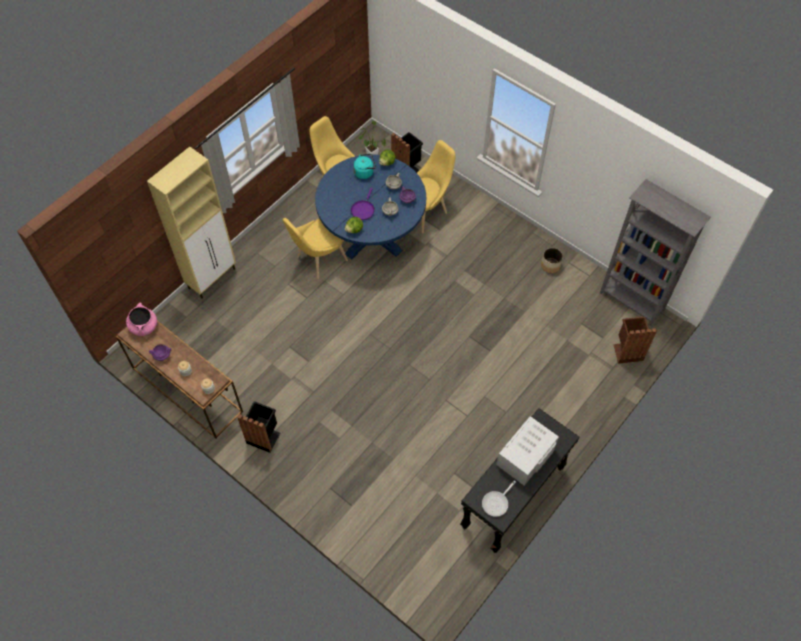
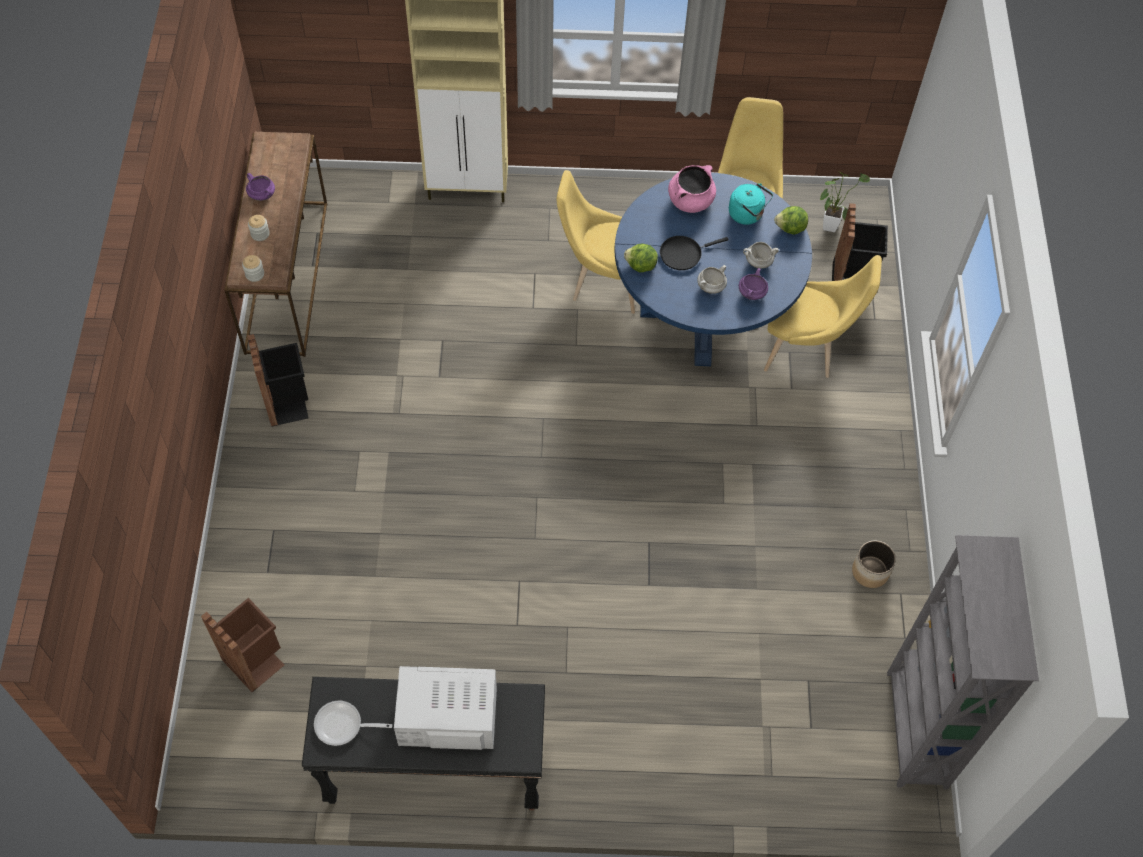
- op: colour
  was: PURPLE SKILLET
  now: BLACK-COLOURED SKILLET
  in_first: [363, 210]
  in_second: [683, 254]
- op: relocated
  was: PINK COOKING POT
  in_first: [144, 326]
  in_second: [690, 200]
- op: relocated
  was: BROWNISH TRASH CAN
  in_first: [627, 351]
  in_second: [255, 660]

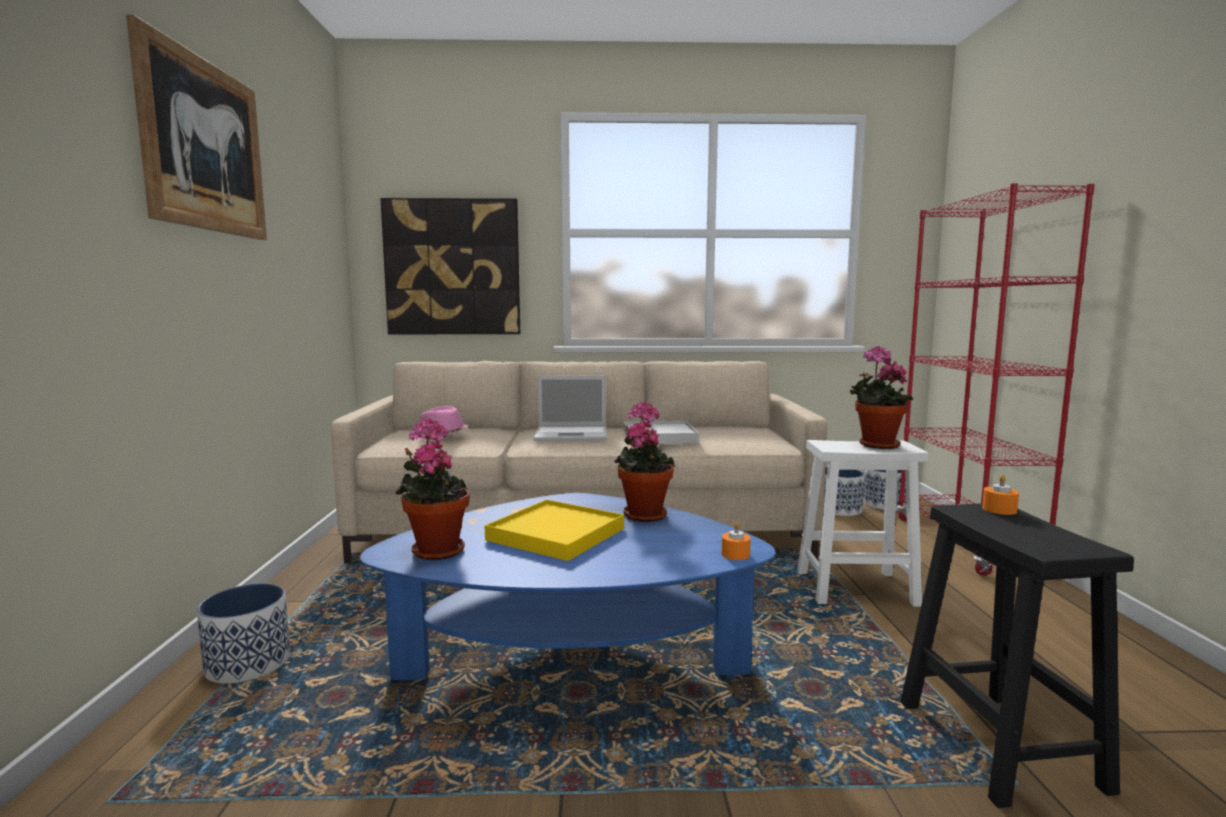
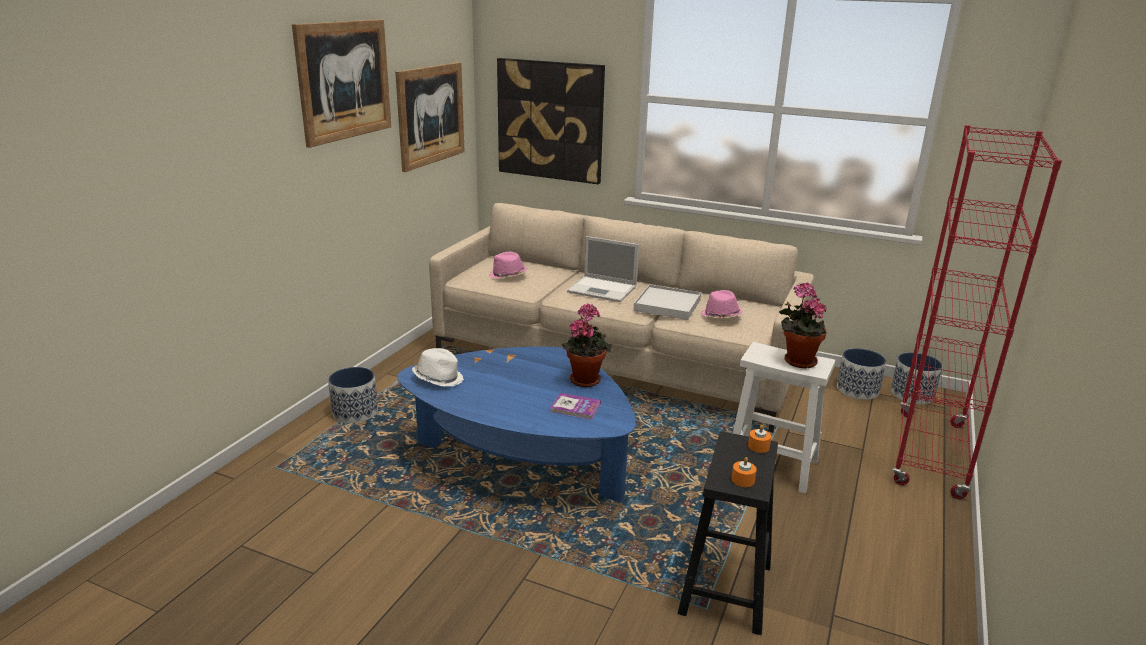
- op: exchanged
  was: PLANT IN A POT
  now: WHITISH HAT
  in_first: [435, 550]
  in_second: [438, 378]
- op: missing
  was: YELLOWISH CARRYING TRAY
  in_first: [556, 534]
- op: relocated
  was: ORANGE CANDLE
  in_first: [735, 554]
  in_second: [743, 480]
- op: appeared
  now: PICTURE
  in_second: [431, 115]
- op: appeared
  now: PINK HAT
  in_second: [720, 316]
- op: appeared
  now: VOLUME
  in_second: [575, 407]

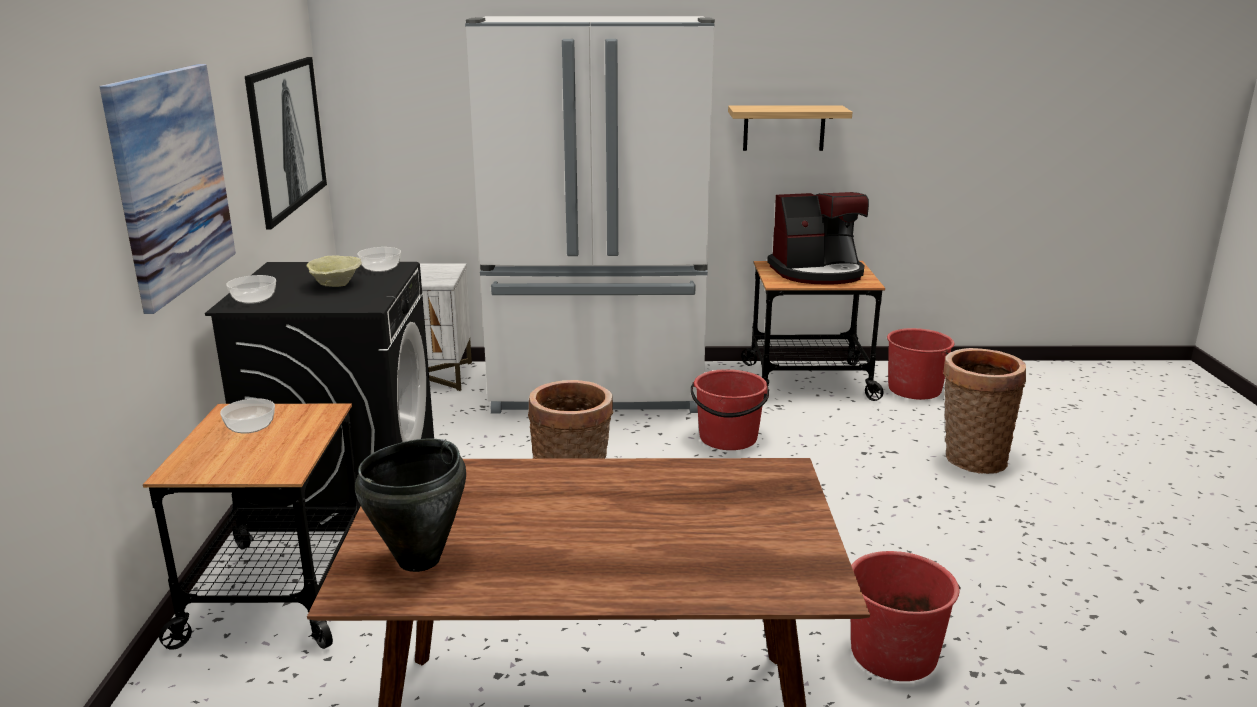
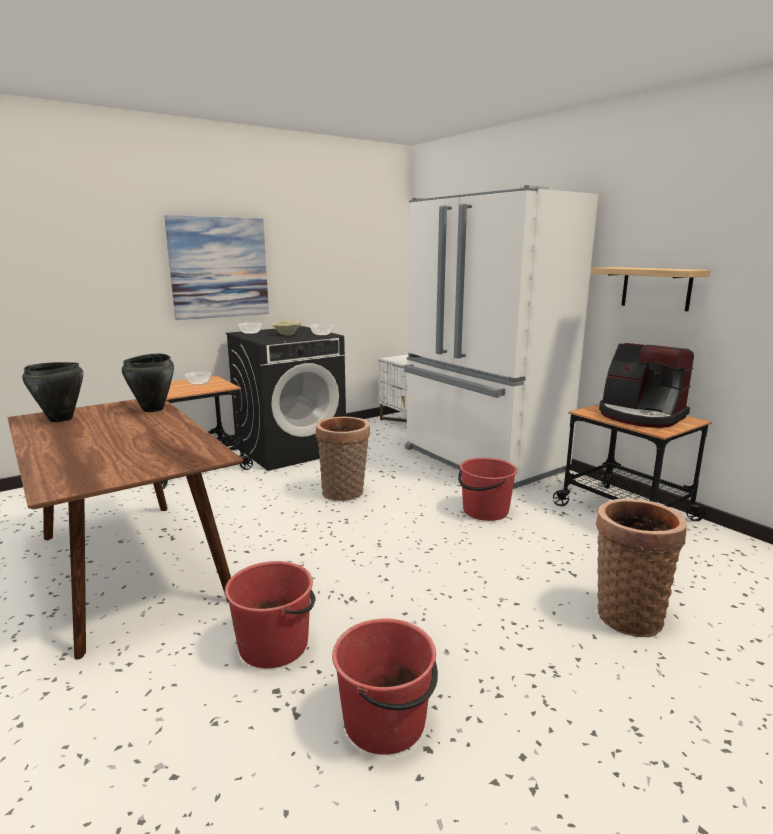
- op: missing
  was: PICTURE
  in_first: [285, 137]
- op: relocated
  was: REDDISH PAIL
  in_first: [915, 389]
  in_second: [386, 722]
- op: appeared
  now: BLACK-COLOURED COOKING POT
  in_second: [153, 409]

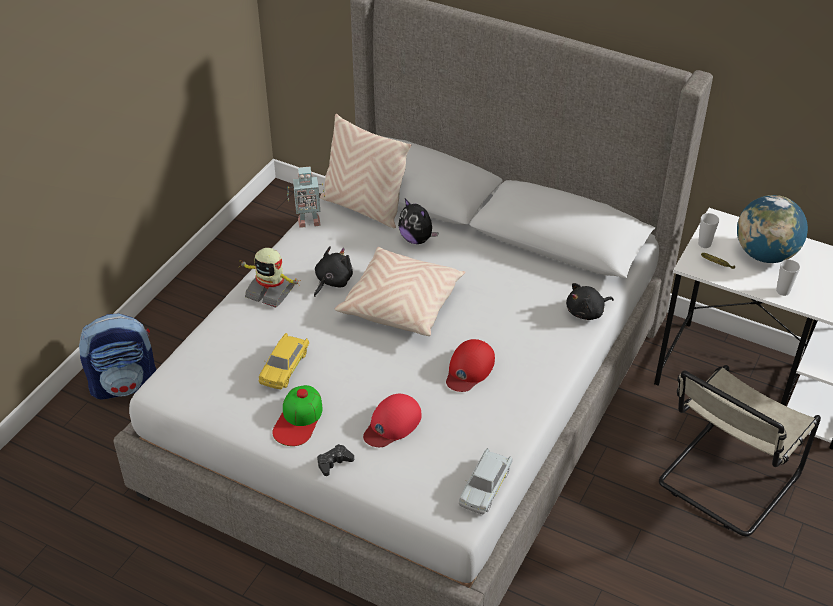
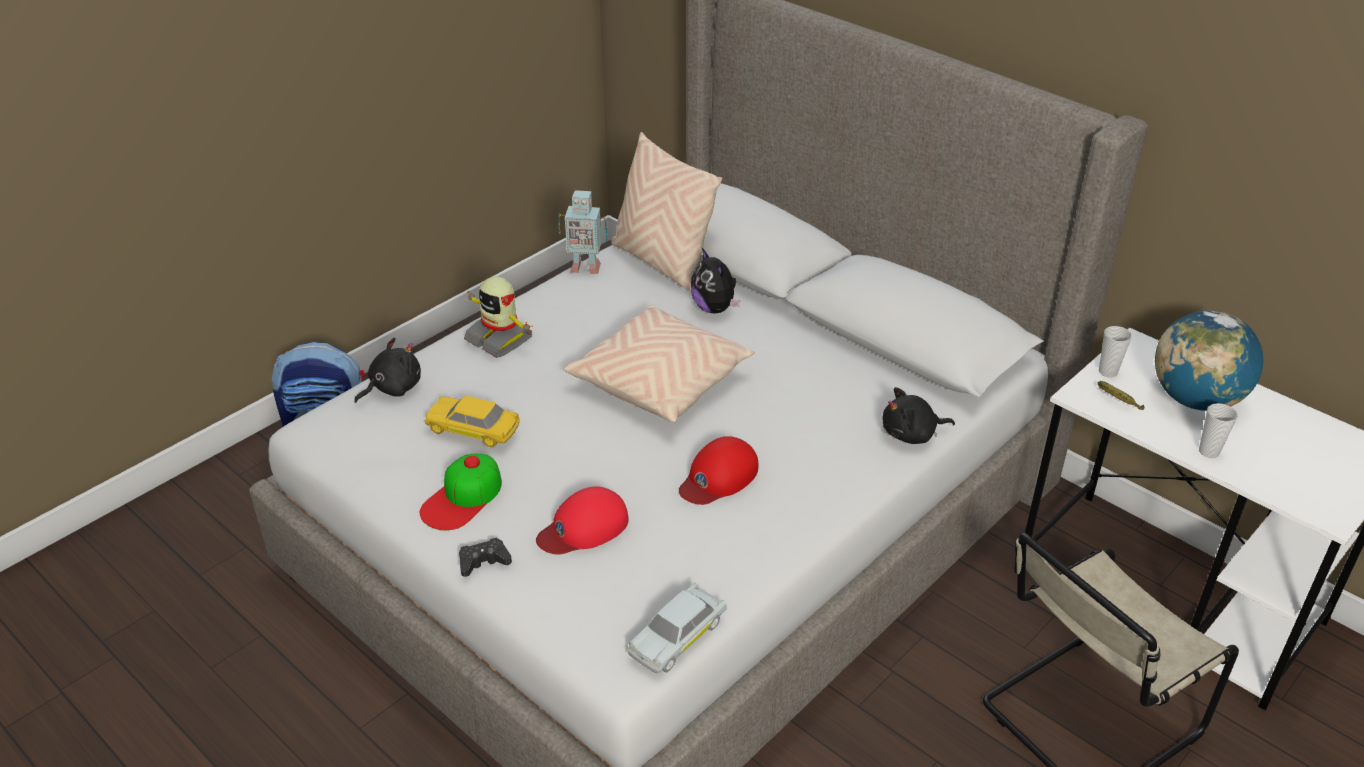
- op: relocated
  was: BLACK-COLOURED CUDDLY TOY
  in_first: [332, 281]
  in_second: [392, 388]
- op: spun
  was: YELLOWISH MODEL CAR
  in_first: [284, 367]
  in_second: [473, 429]
  clockwise: 75

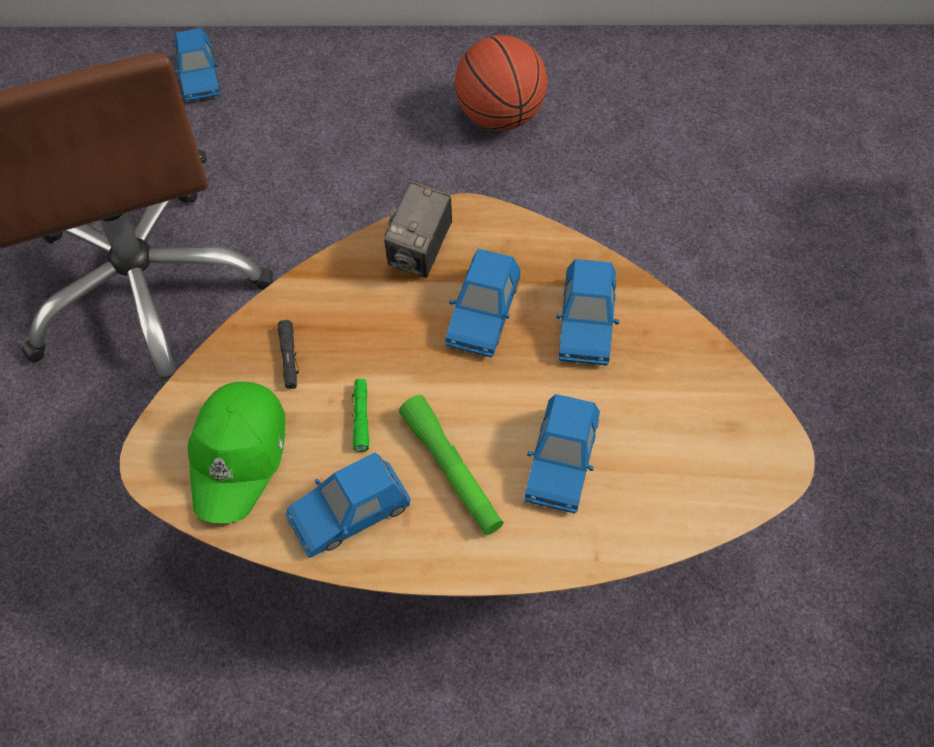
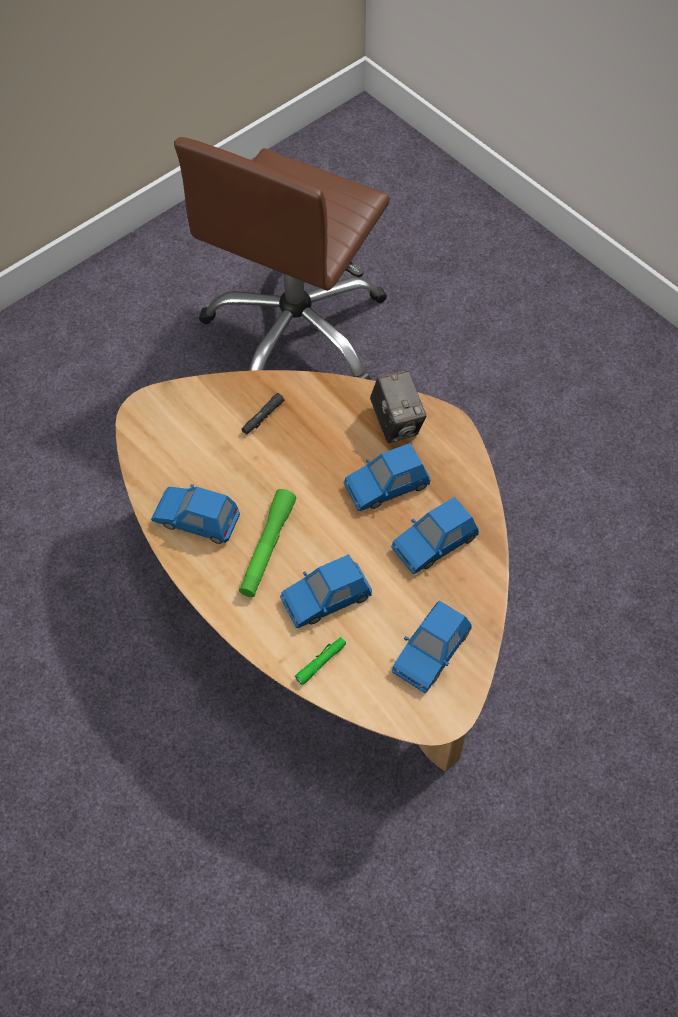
- op: relocated
  was: BLUE MODEL CAR
  in_first: [199, 76]
  in_second: [431, 651]
- op: missing
  was: BASKETBALL BALL
  in_first: [499, 116]
- op: spun
  was: PHOTO CAMERA
  in_first: [420, 252]
  in_second: [396, 423]
  clockwise: -90
- op: relocated
  was: GREENISH TORCH
  in_first: [360, 418]
  in_second: [321, 662]
- op: missing
  was: GREENISH PEAKED CAP
  in_first: [239, 455]

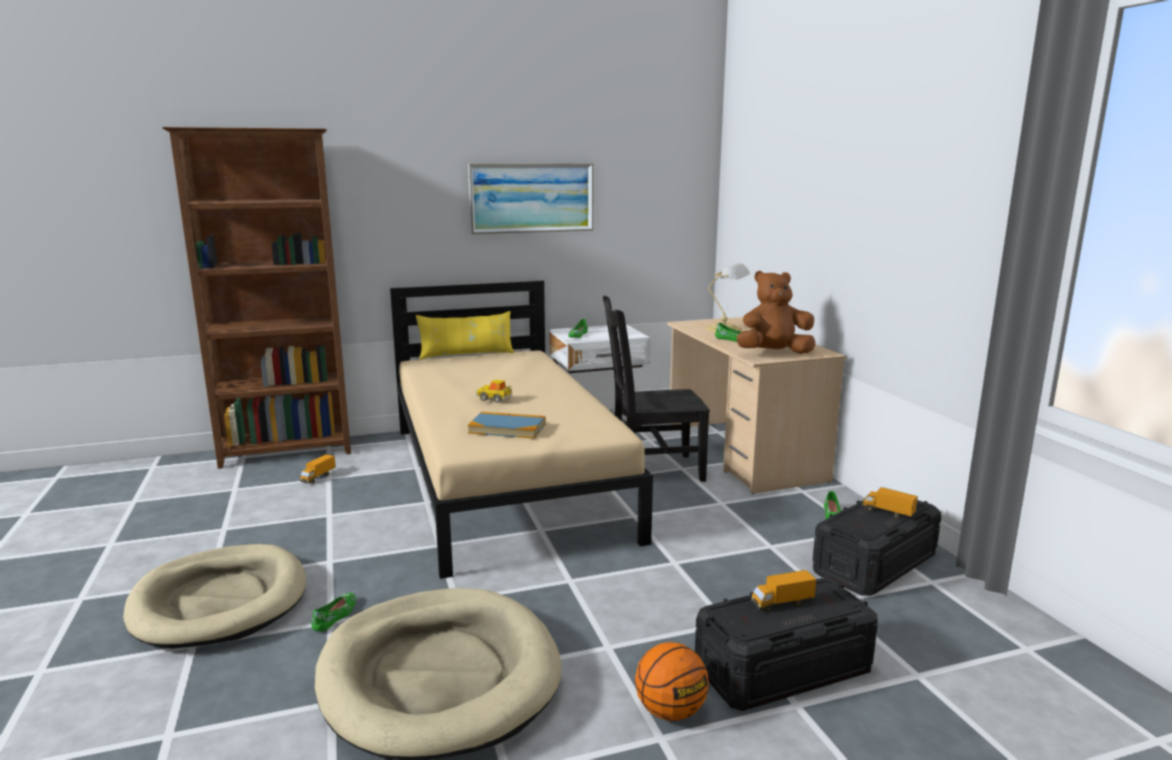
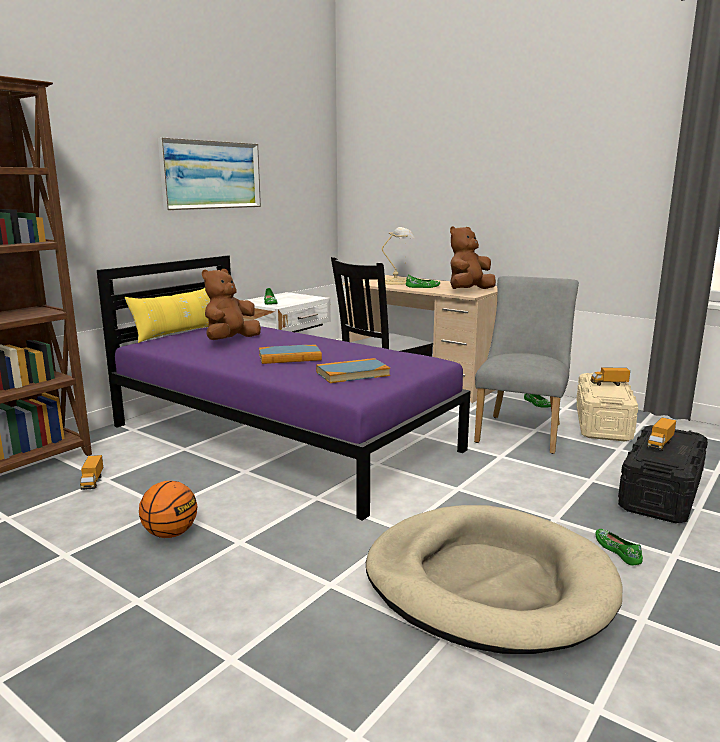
- op: colour
  was: SAND-COLOURED SLEEPING BED
  now: PURPLE SLEEPING BED
  in_first: [505, 479]
  in_second: [283, 437]
- op: exchanged
  was: MODEL CAR
  now: VOLUME
  in_first: [494, 399]
  in_second: [289, 357]
- op: colour
  was: BLACK-COLOURED STORAGE BOX
  now: SAND-COLOURED STORAGE BOX
  in_first: [874, 564]
  in_second: [602, 423]
- op: missing
  was: SAND-COLOURED DOG BED
  in_first: [220, 601]
- op: relocated
  was: GREENISH SHOE
  in_first: [336, 616]
  in_second: [618, 551]
- op: relocated
  was: BASKETBALL BALL
  in_first: [670, 711]
  in_second: [170, 534]
- op: appeared
  now: BROWNISH CUDDLY TOY
  in_second: [230, 341]
- op: appeared
  now: GREYISH CHAIR
  in_second: [521, 431]

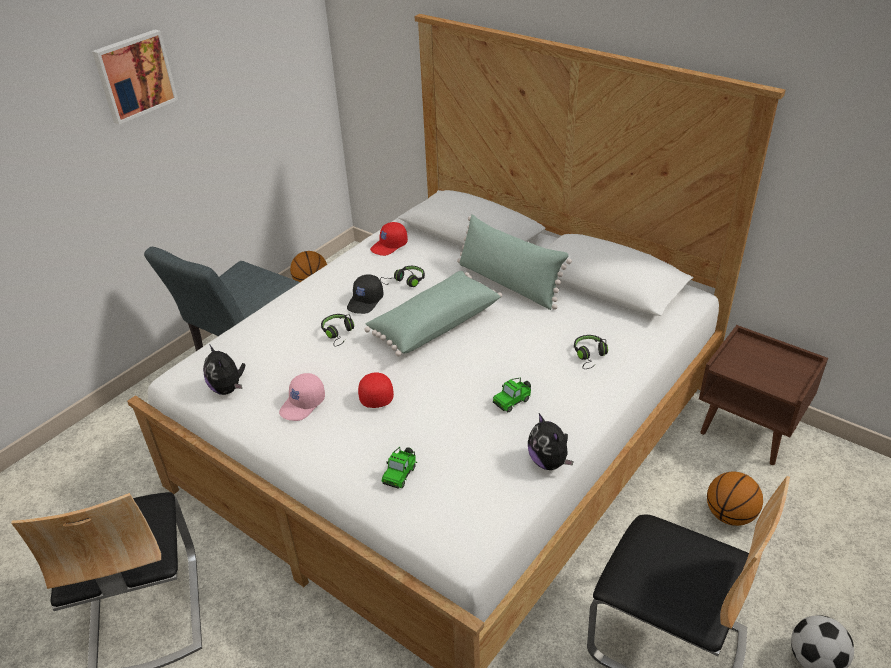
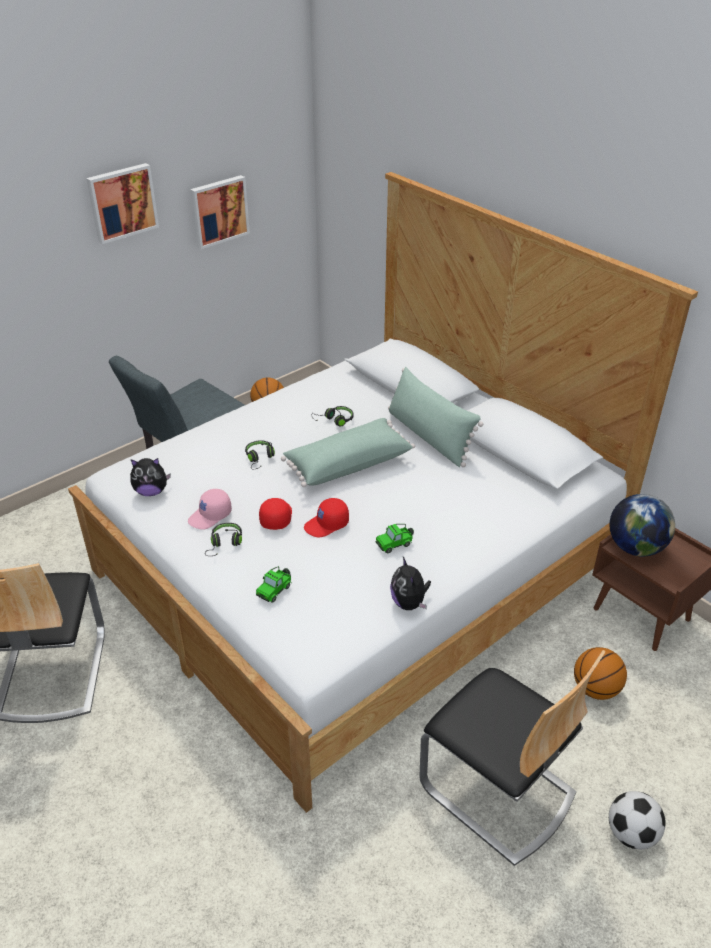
- op: relocated
  was: REDDISH PEAKED CAP
  in_first: [389, 246]
  in_second: [327, 525]
- op: missing
  was: BLACK-COLOURED PEAKED CAP
  in_first: [365, 301]
- op: relocated
  was: BLACK-COLOURED PAIR OF HEADPHONES
  in_first: [590, 356]
  in_second: [224, 543]
- op: spun
  was: CUDDLY TOY
  in_first: [228, 389]
  in_second: [151, 492]
  clockwise: -75
- op: appeared
  now: PICTURE
  in_second: [218, 211]
- op: appeared
  now: DESK GLOBE
  in_second: [635, 547]

